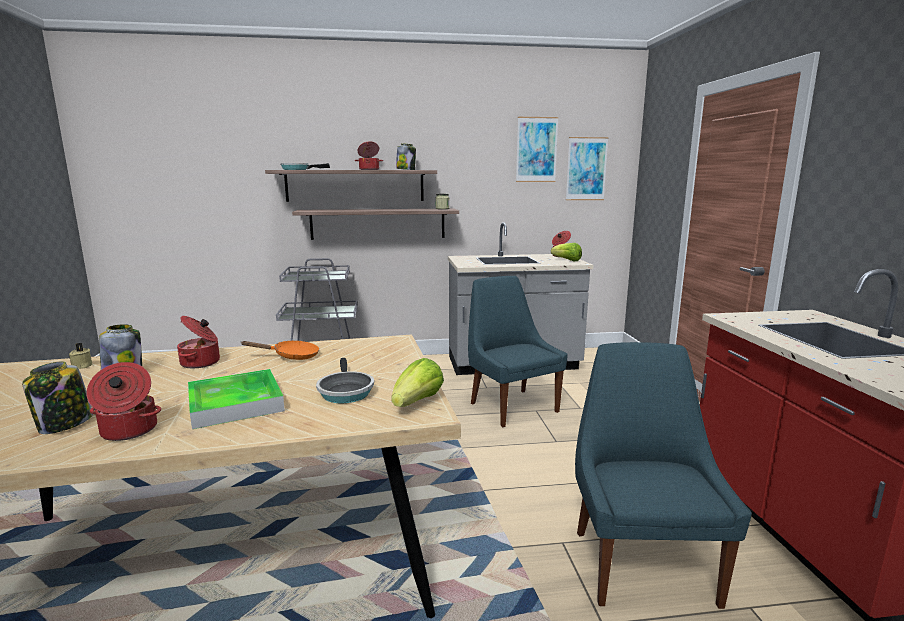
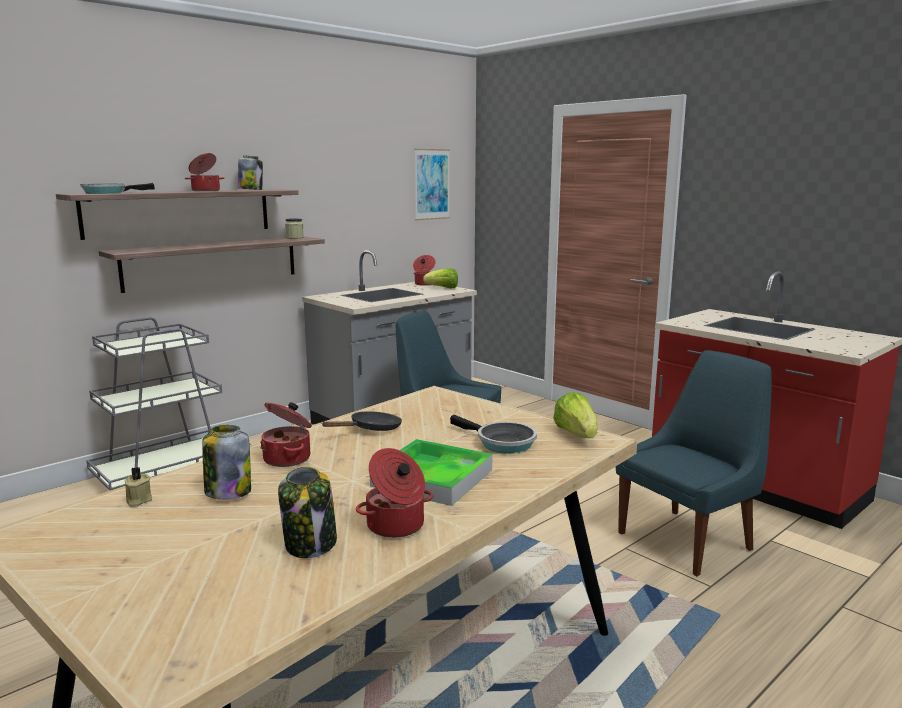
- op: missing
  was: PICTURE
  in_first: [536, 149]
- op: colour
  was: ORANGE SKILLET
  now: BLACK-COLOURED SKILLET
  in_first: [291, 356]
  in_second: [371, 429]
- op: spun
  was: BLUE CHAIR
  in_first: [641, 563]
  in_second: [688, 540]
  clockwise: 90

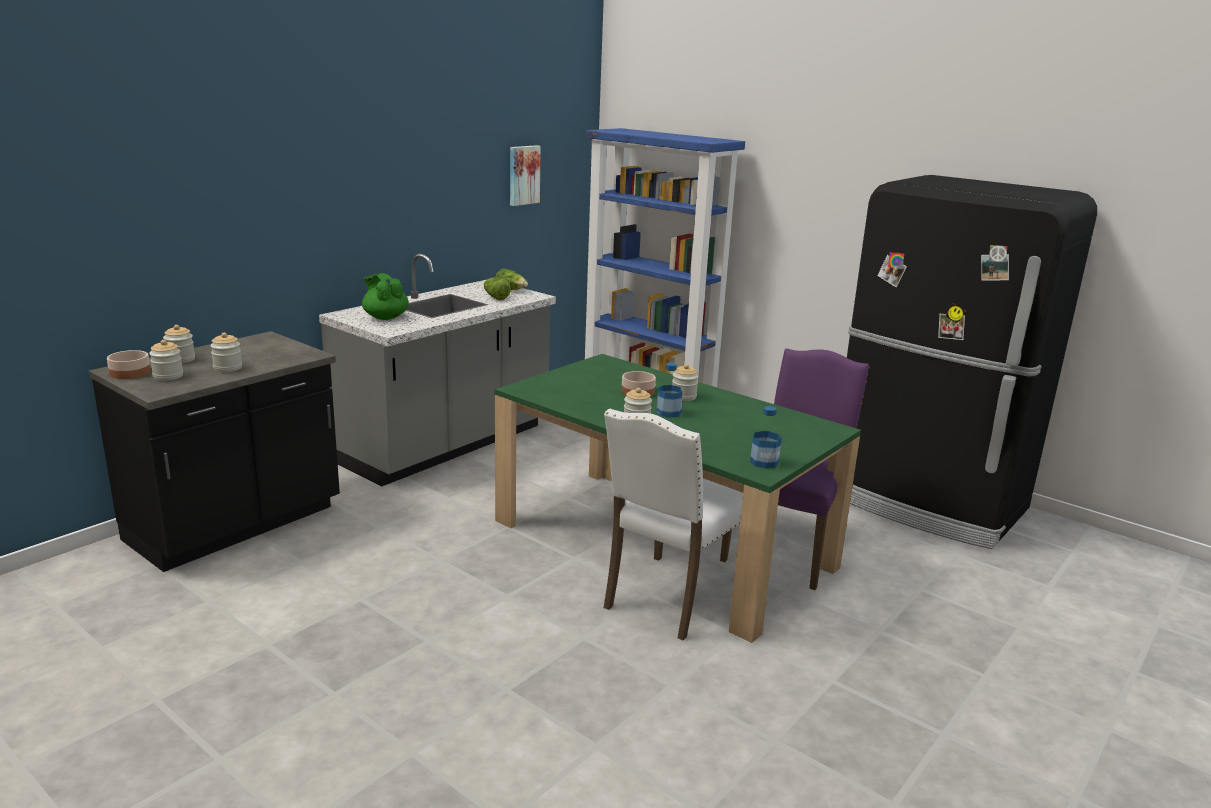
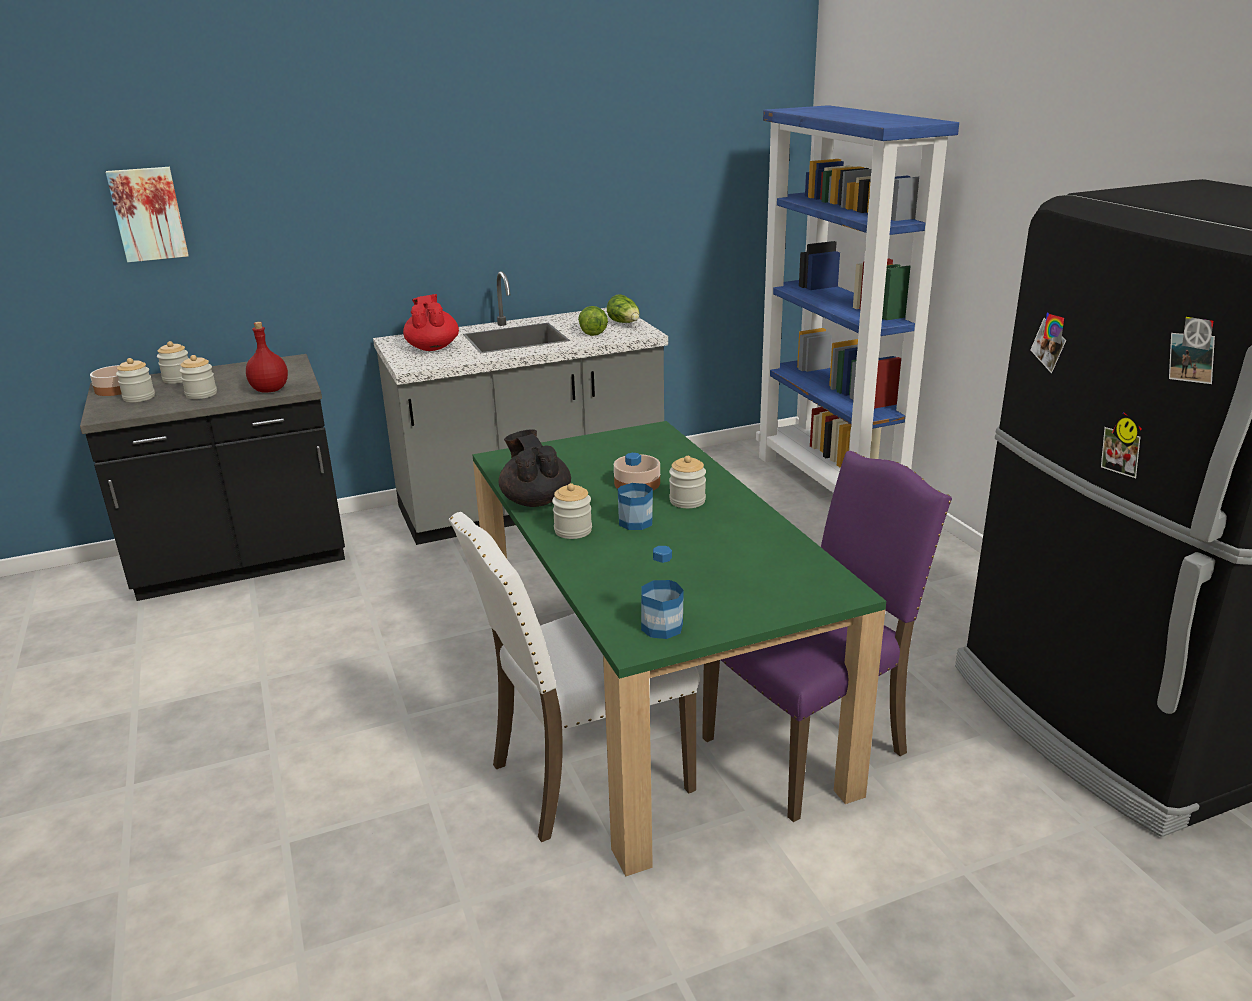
- op: relocated
  was: PICTURE
  in_first: [523, 175]
  in_second: [148, 214]
- op: colour
  was: GREENISH POT FOR TEA
  now: REDDISH POT FOR TEA
  in_first: [385, 317]
  in_second: [432, 347]
- op: appeared
  now: REDDISH DRINK BOTTLE
  in_second: [270, 390]
- op: appeared
  now: BLACK-COLOURED POT FOR TEA
  in_second: [535, 500]

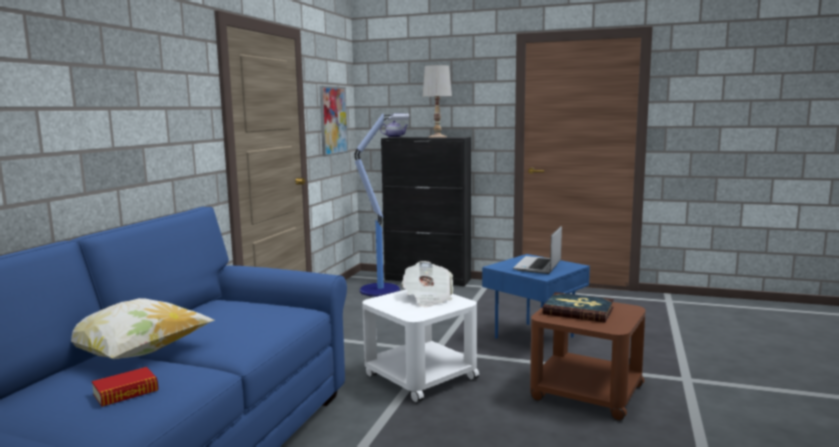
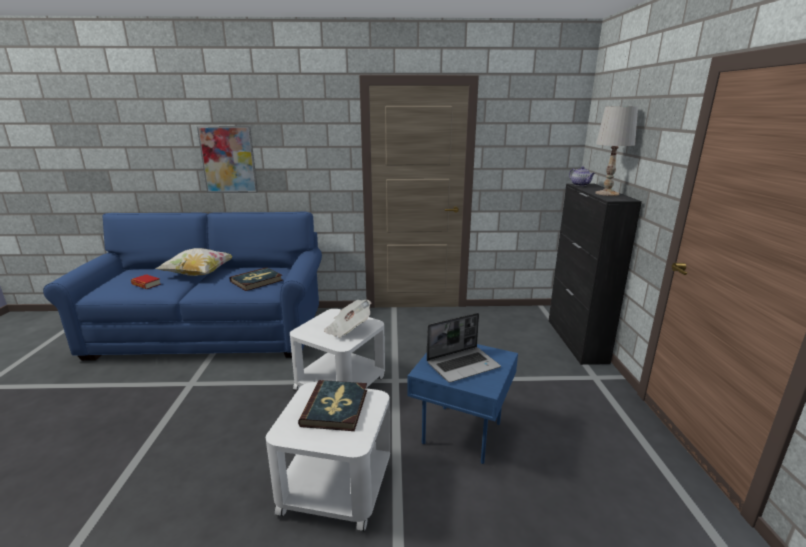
- op: relocated
  was: PICTURE
  in_first: [333, 120]
  in_second: [228, 160]
- op: missing
  was: STANDARD LAMP
  in_first: [381, 290]
- op: spun
  was: PORTABLE COMPUTER
  in_first: [538, 266]
  in_second: [463, 365]
  clockwise: 150
- op: colour
  was: BROWNISH END TABLE
  now: WHITISH END TABLE
  in_first: [585, 392]
  in_second: [336, 484]
- op: appeared
  now: VOLUME
  in_second: [256, 281]

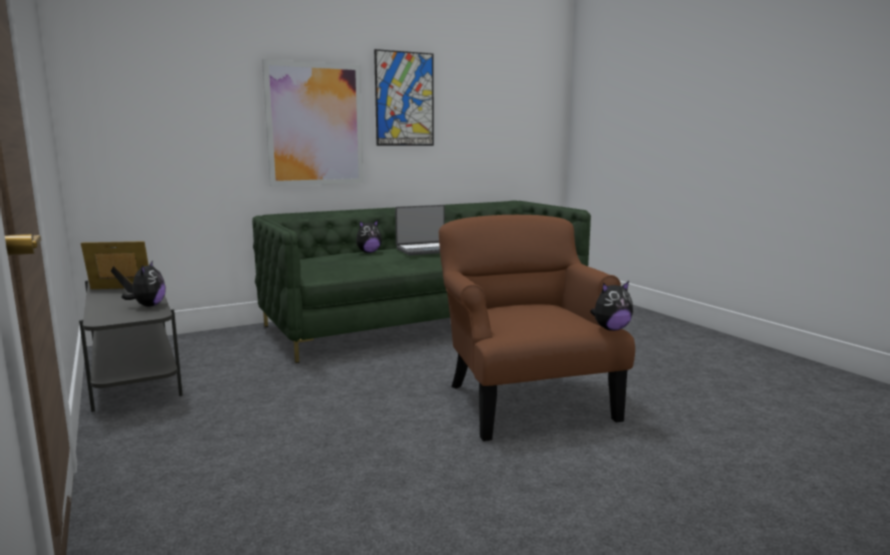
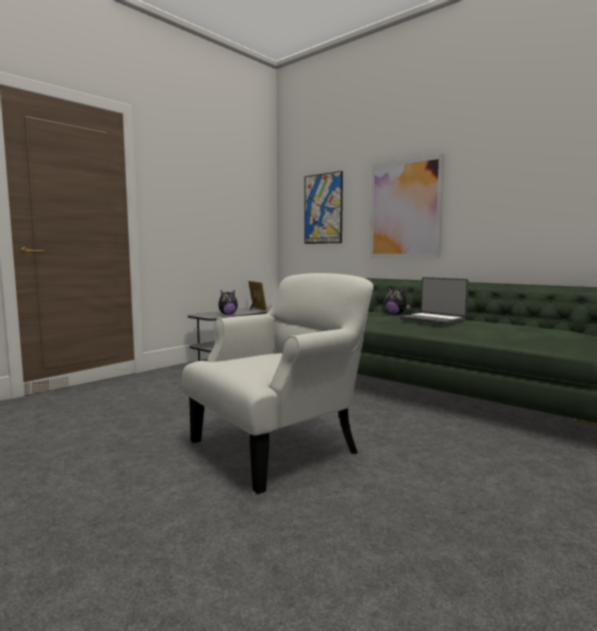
- op: relocated
  was: PICTURE
  in_first: [404, 99]
  in_second: [323, 209]
- op: colour
  was: BROWNISH EASY CHAIR
  now: WHITISH EASY CHAIR
  in_first: [525, 401]
  in_second: [279, 446]
- op: missing
  was: CUDDLY TOY
  in_first: [611, 329]

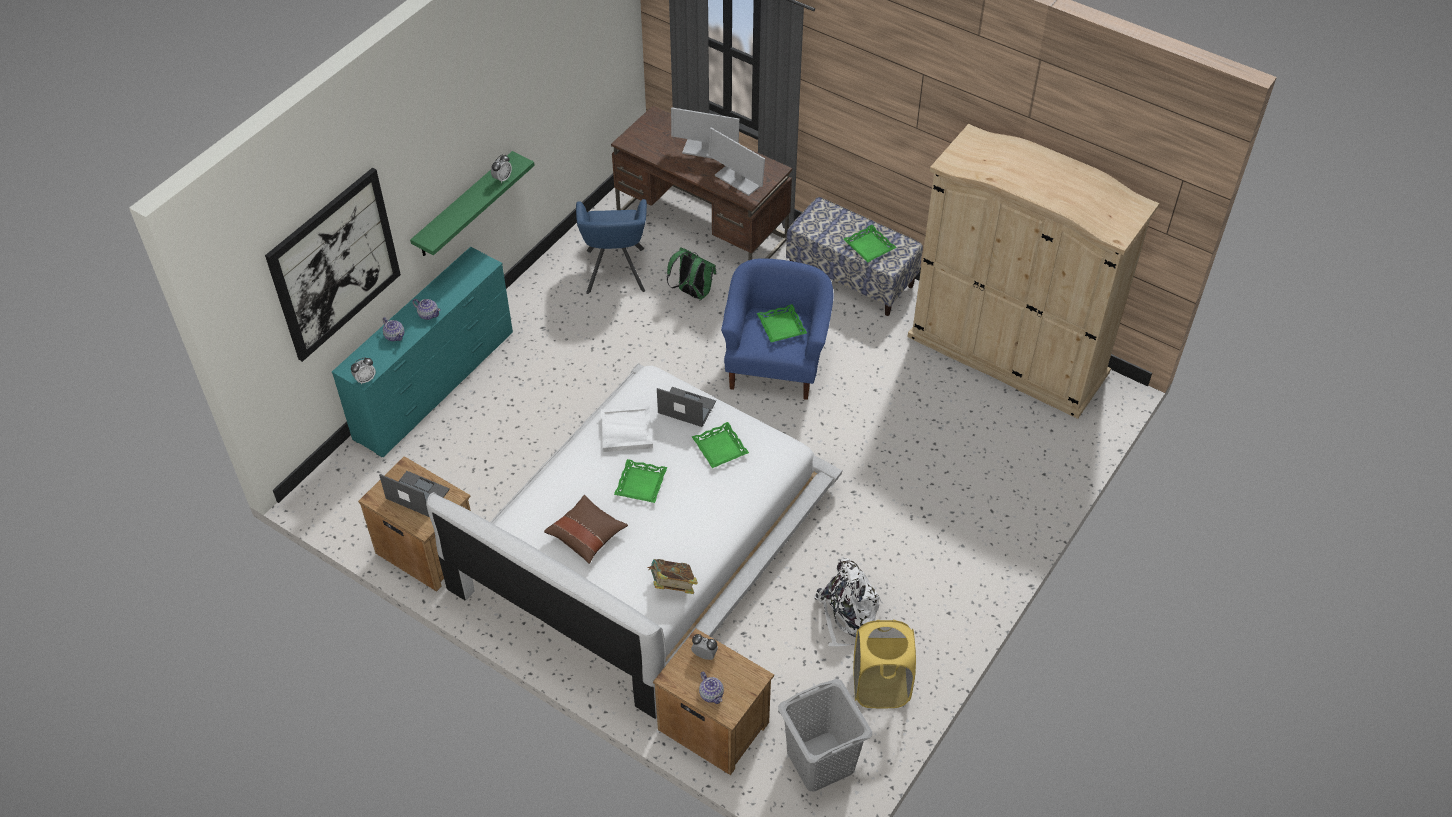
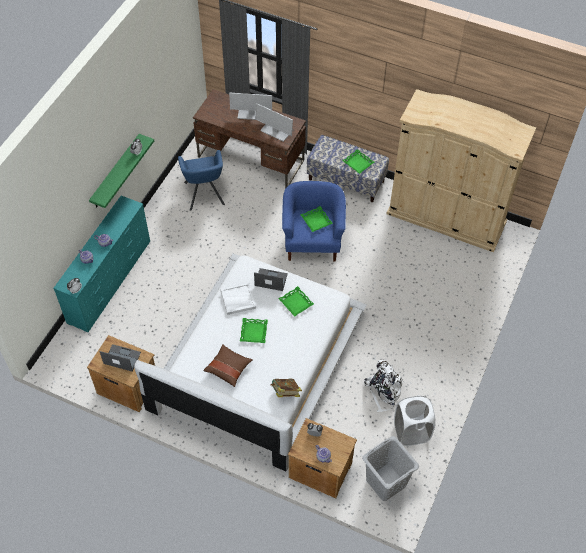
- op: missing
  was: PICTURE
  in_first: [334, 264]
- op: missing
  was: GREENISH KNAPSACK
  in_first: [692, 292]
- op: colour
  was: YELLOWISH WASHING BASKET
  now: WHITISH WASHING BASKET
  in_first: [880, 686]
  in_second: [411, 432]

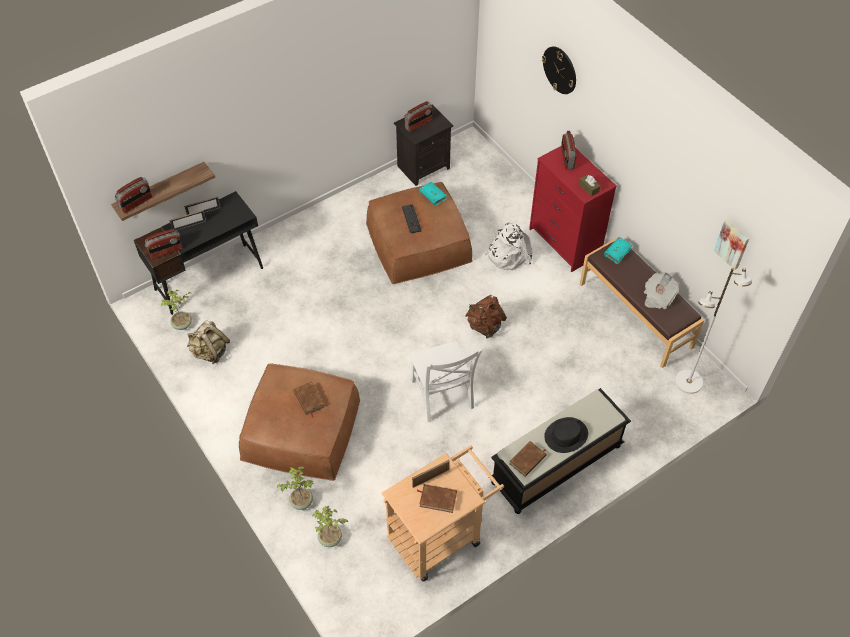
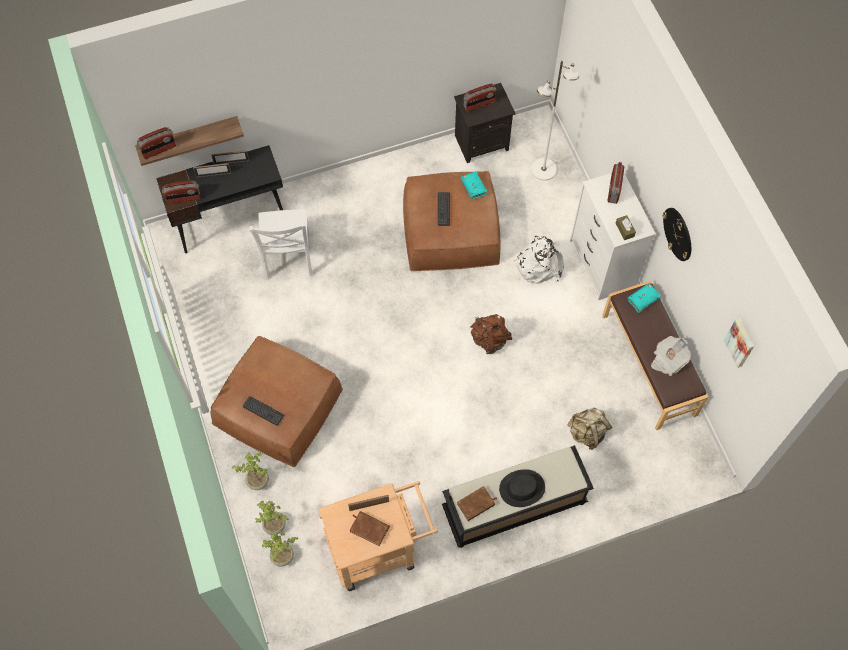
- op: relocated
  was: HANGING CLOCK
  in_first: [560, 70]
  in_second: [678, 234]
- op: colour
  was: REDDISH CHEST OF DRAWERS
  now: WHITISH CHEST OF DRAWERS
  in_first: [564, 242]
  in_second: [601, 264]
- op: relocated
  was: WHITISH STANDARD LAMP
  in_first: [689, 382]
  in_second: [543, 170]
- op: relocated
  was: PLANT IN A POT
  in_first: [182, 324]
  in_second: [283, 557]
- op: relocated
  was: SAND-COLOURED KNAPSACK
  in_first: [210, 352]
  in_second: [587, 433]
- op: relocated
  was: WHITISH CHAIR
  in_first: [442, 397]
  in_second: [287, 258]
- op: missing
  was: BROWNISH VOLUME
  in_first: [308, 400]
- op: appeared
  now: KEYBOARD
  in_second: [263, 411]

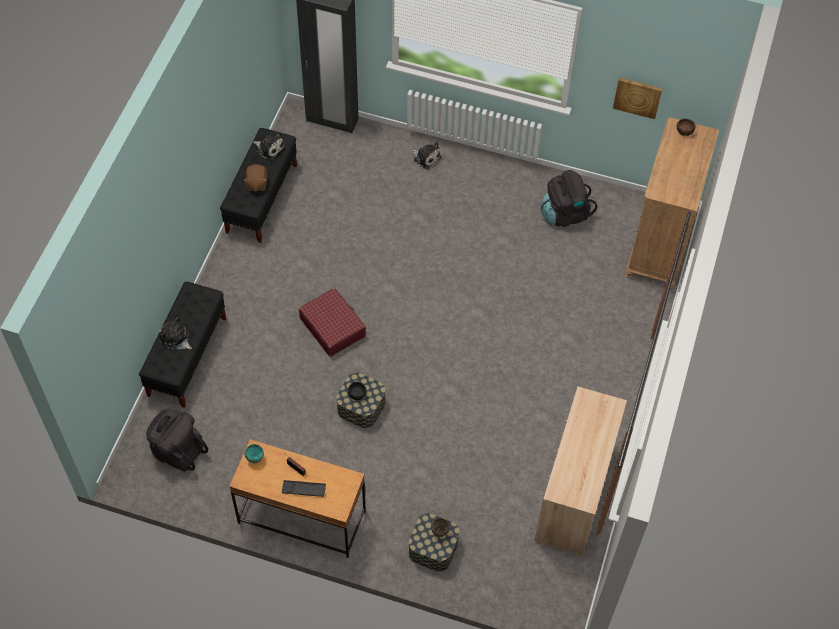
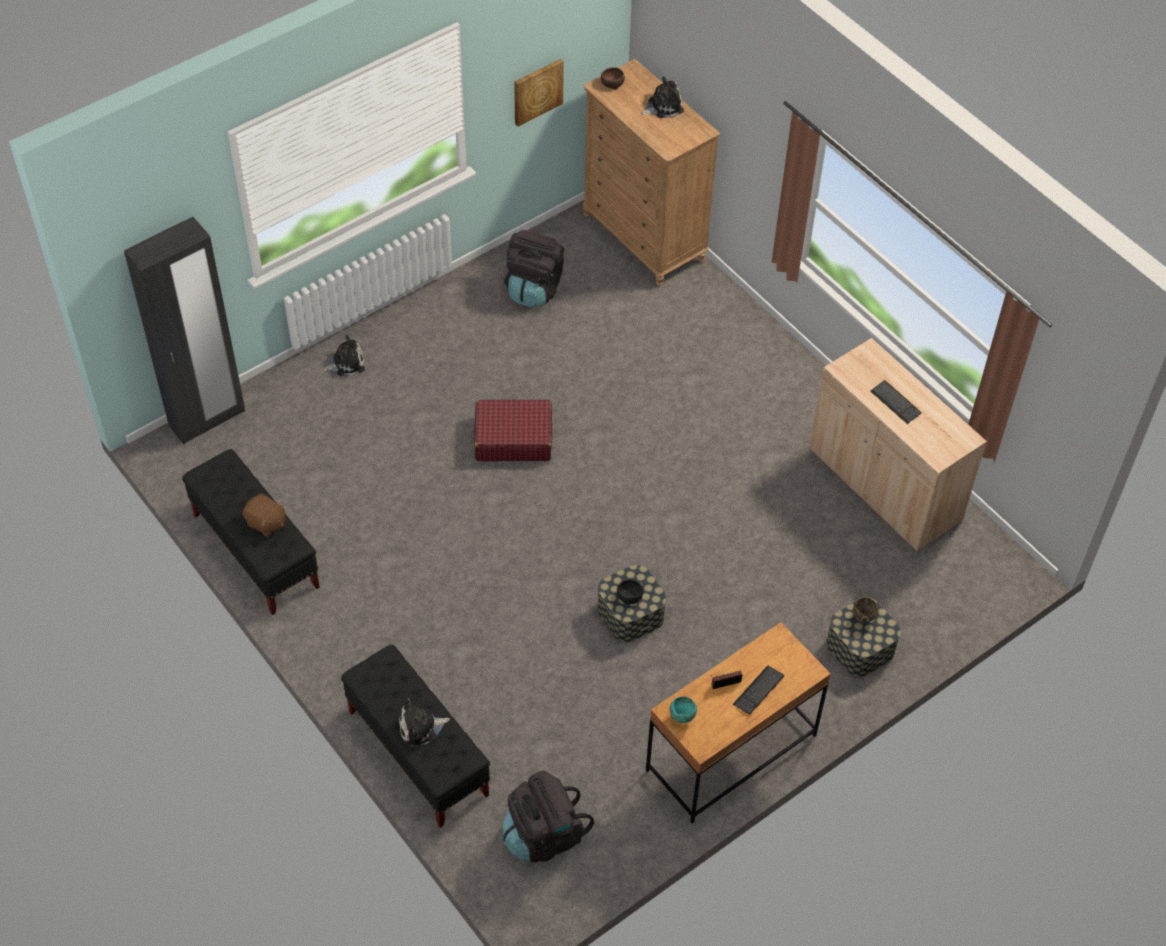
- op: relocated
  was: CUDDLY TOY
  in_first: [269, 148]
  in_second: [663, 106]
- op: relocated
  was: REDDISH PIECE OF LUGGAGE
  in_first: [332, 327]
  in_second: [513, 438]
- op: appeared
  now: KEYBOARD
  in_second: [895, 403]

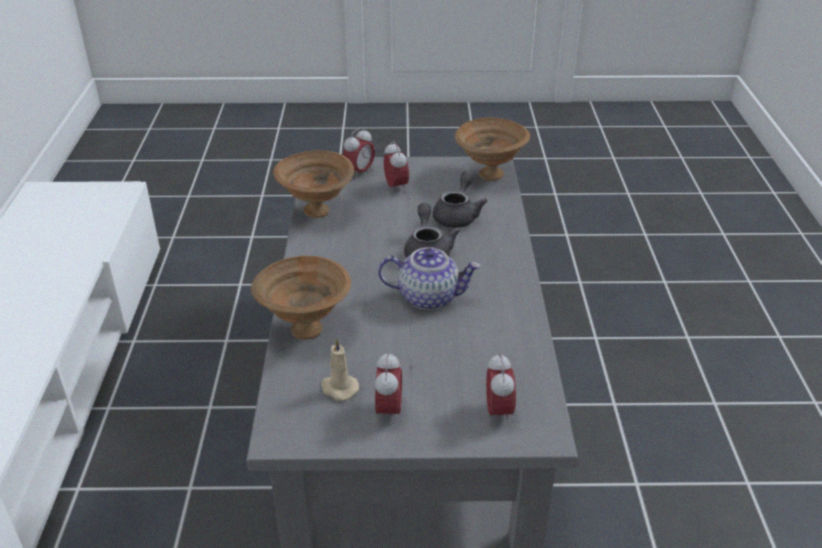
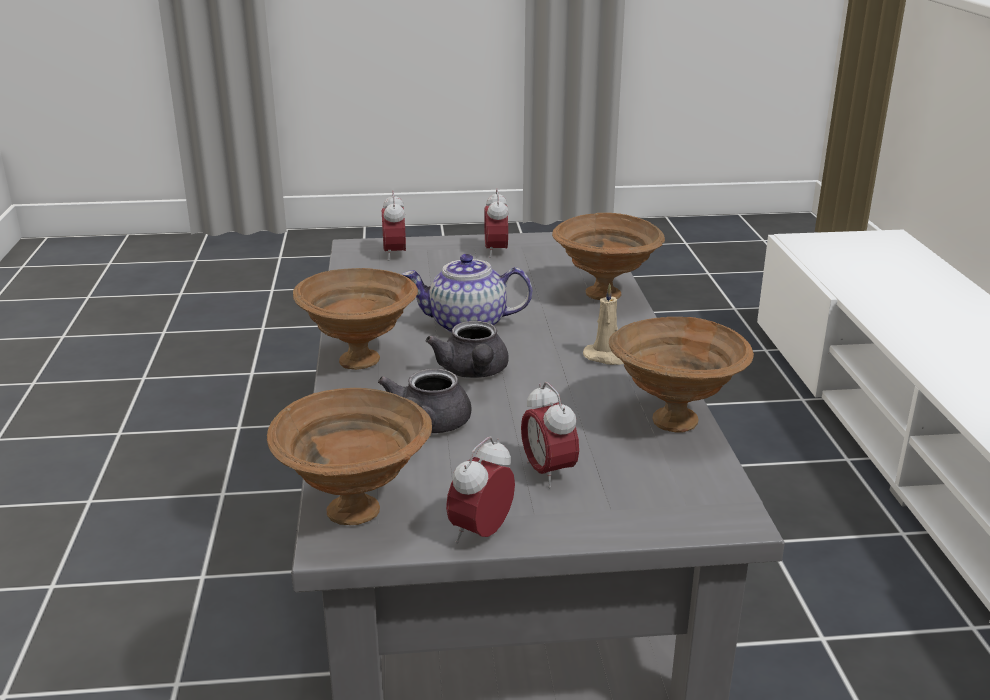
- op: relocated
  was: ALARM CLOCK
  in_first: [359, 172]
  in_second: [481, 533]
- op: relocated
  was: SAND-COLOURED CANDLE
  in_first: [338, 388]
  in_second: [607, 357]
- op: appeared
  now: BROWNISH DEEP DISH
  in_second: [359, 359]

